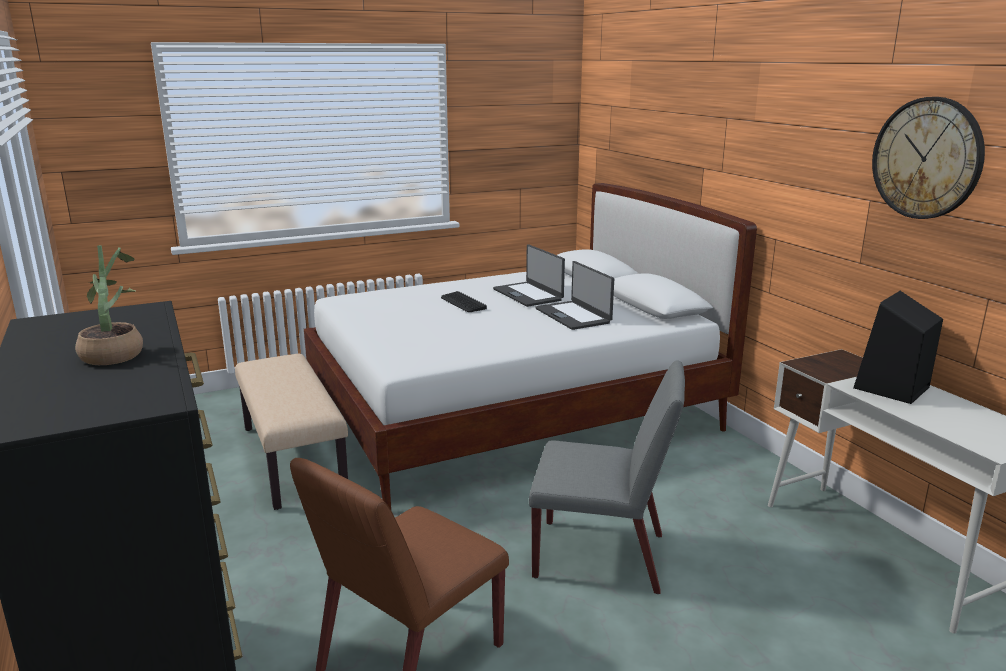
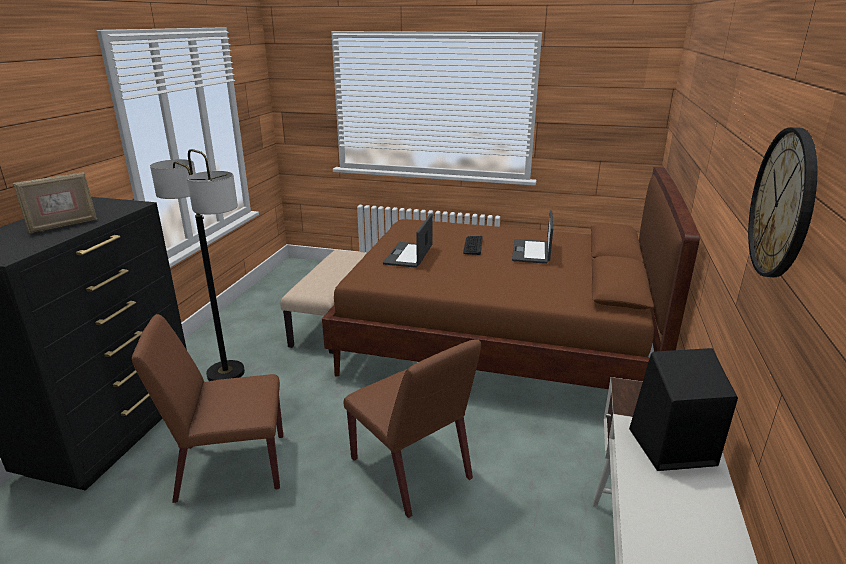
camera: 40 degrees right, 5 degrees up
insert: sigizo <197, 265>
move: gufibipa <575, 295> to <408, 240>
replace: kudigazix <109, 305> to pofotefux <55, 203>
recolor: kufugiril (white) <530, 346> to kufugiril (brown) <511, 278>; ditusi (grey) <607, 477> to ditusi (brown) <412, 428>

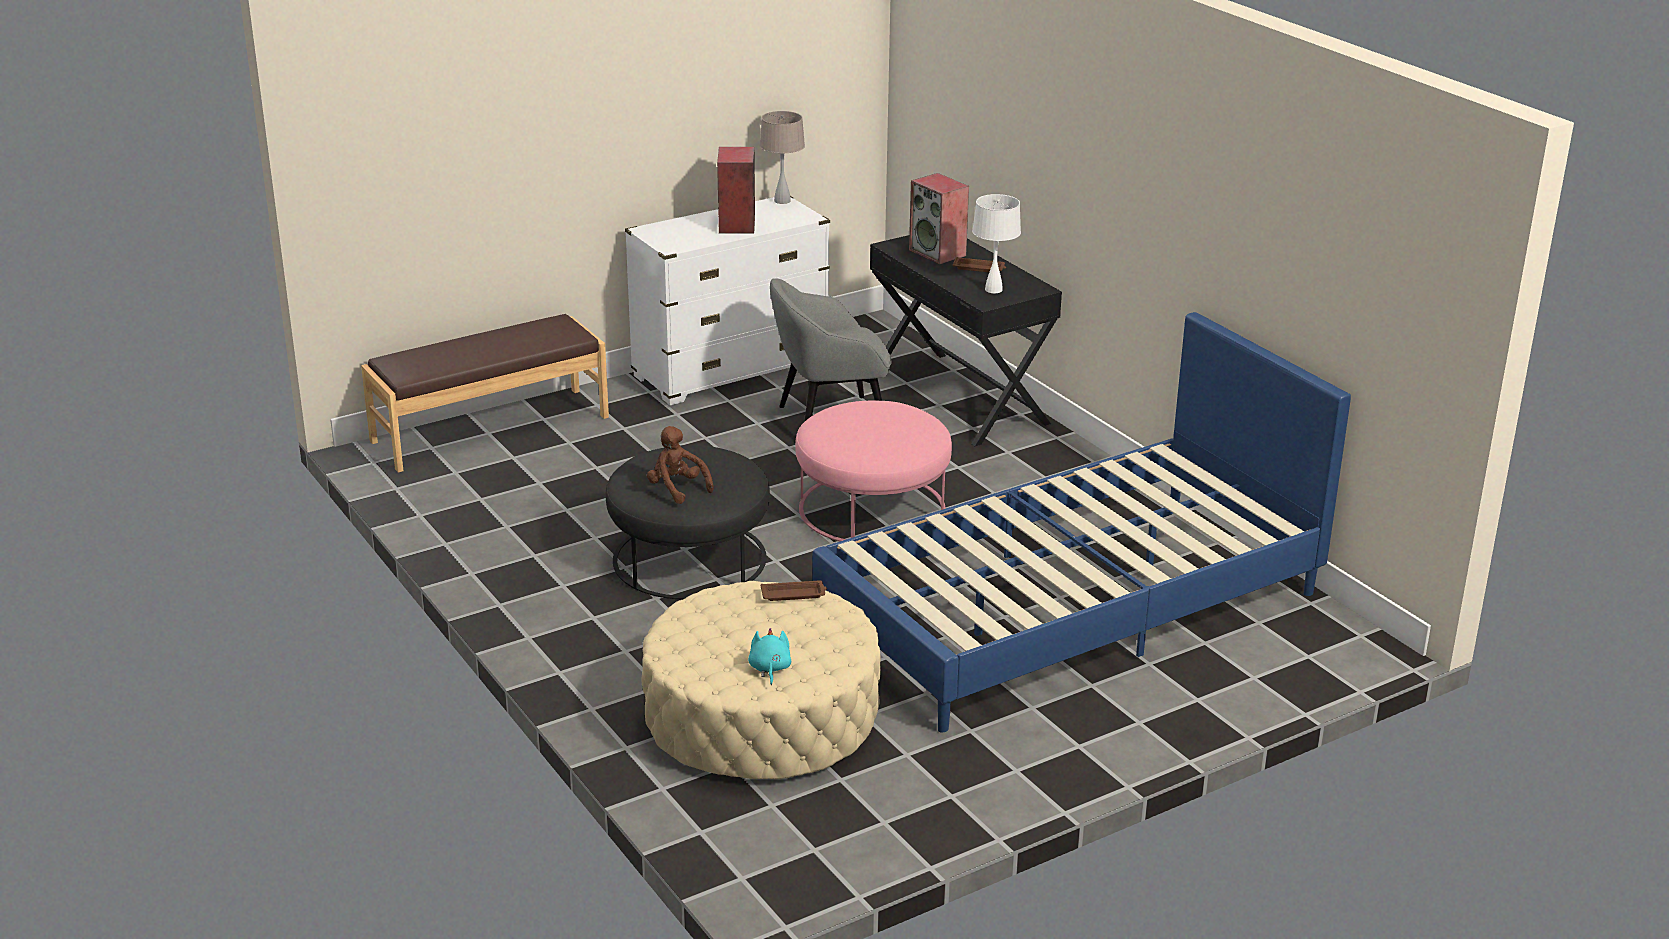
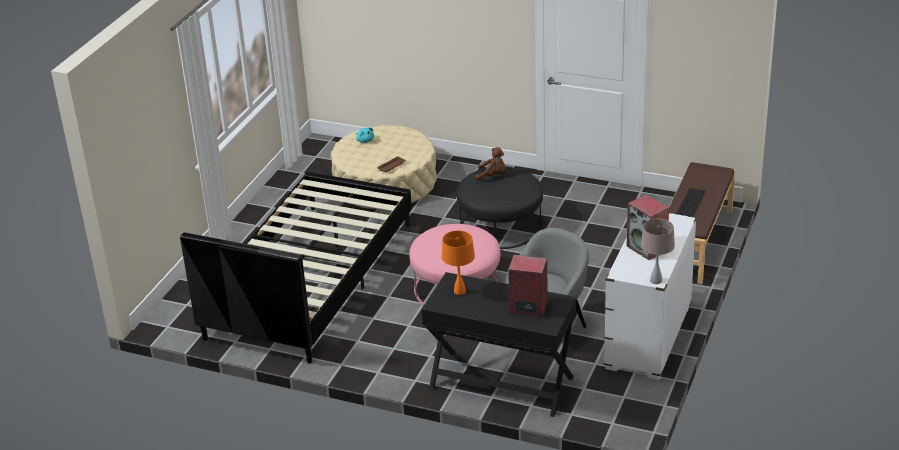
camera: 145 degrees right, 5 degrees up
delete: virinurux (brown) <979, 264>
insert: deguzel <691, 202>
recolor: kufugiril (blue) <1082, 522> to kufugiril (black) <296, 268>; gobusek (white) <996, 244> to gobusek (orange) <458, 262>

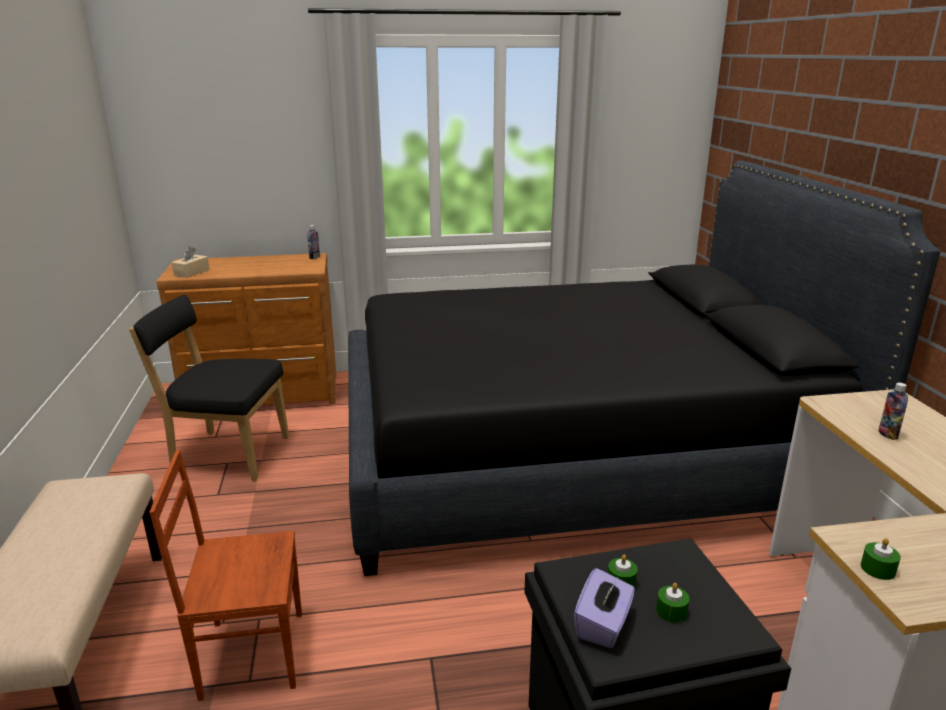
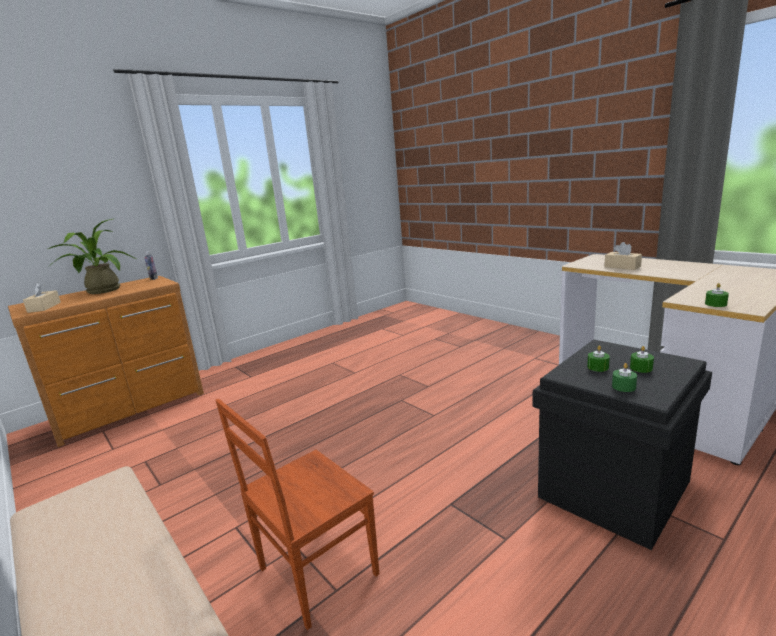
camera: 30 degrees left, 5 degrees down
delete: ditusi (black) <209, 388>; kufugiril (black) <644, 368>
insert: kudigazix <92, 256>
replace: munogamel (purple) <604, 608> to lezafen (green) <624, 377>; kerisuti <893, 411> to munogamel (beige) <623, 256>

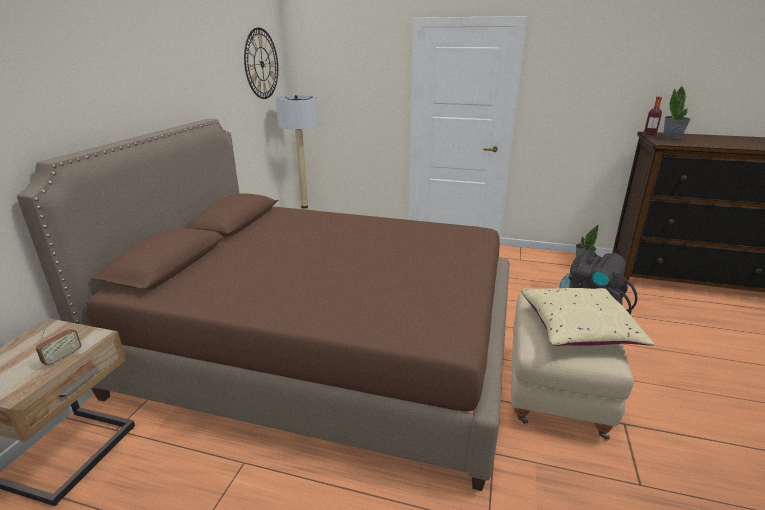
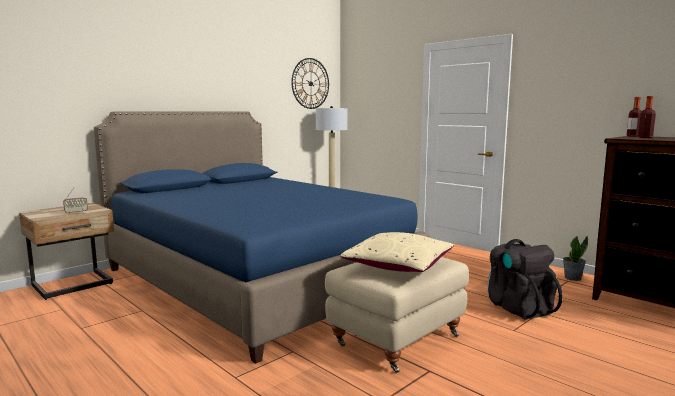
camera: 30 degrees right, 15 degrees down
replace: kudigazix <677, 113> to kerisuti <647, 117>
recolor: kufugiril (brown) <263, 305> to kufugiril (blue) <262, 237>

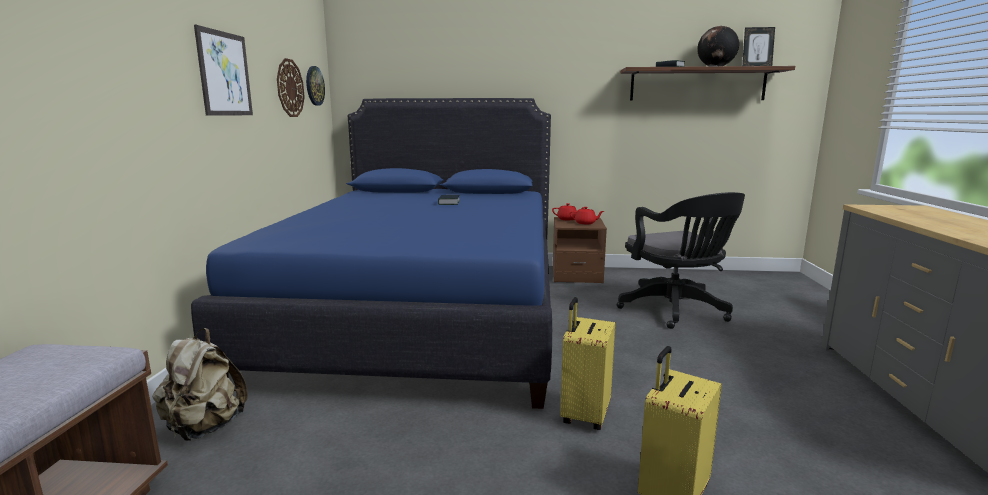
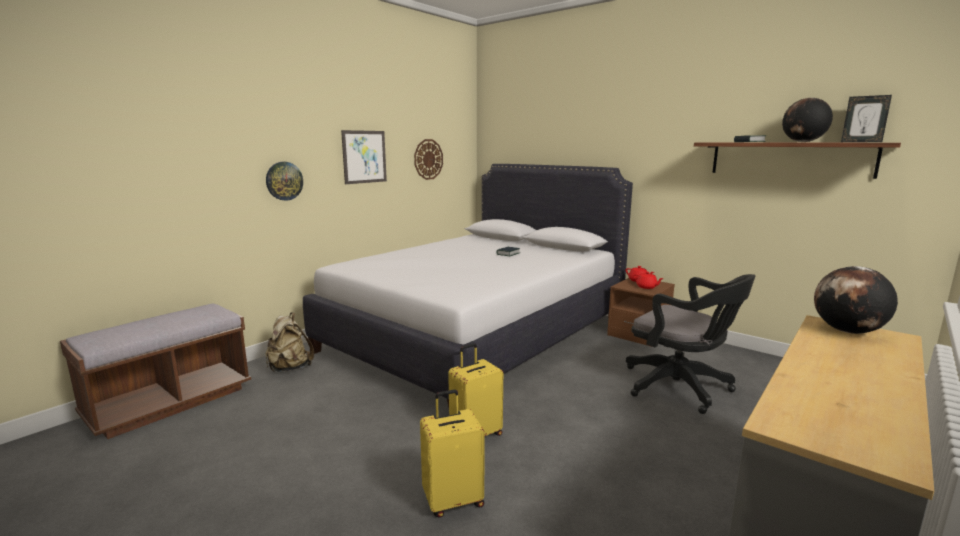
camera: 35 degrees right, 0 degrees up
insert: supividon <856, 300>
move: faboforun <315, 86> to <284, 181>
recolor: kufugiril (blue) <371, 253> to kufugiril (white) <468, 285>
rotate: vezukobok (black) <681, 260> = <690, 344> 60 degrees counterclockwise

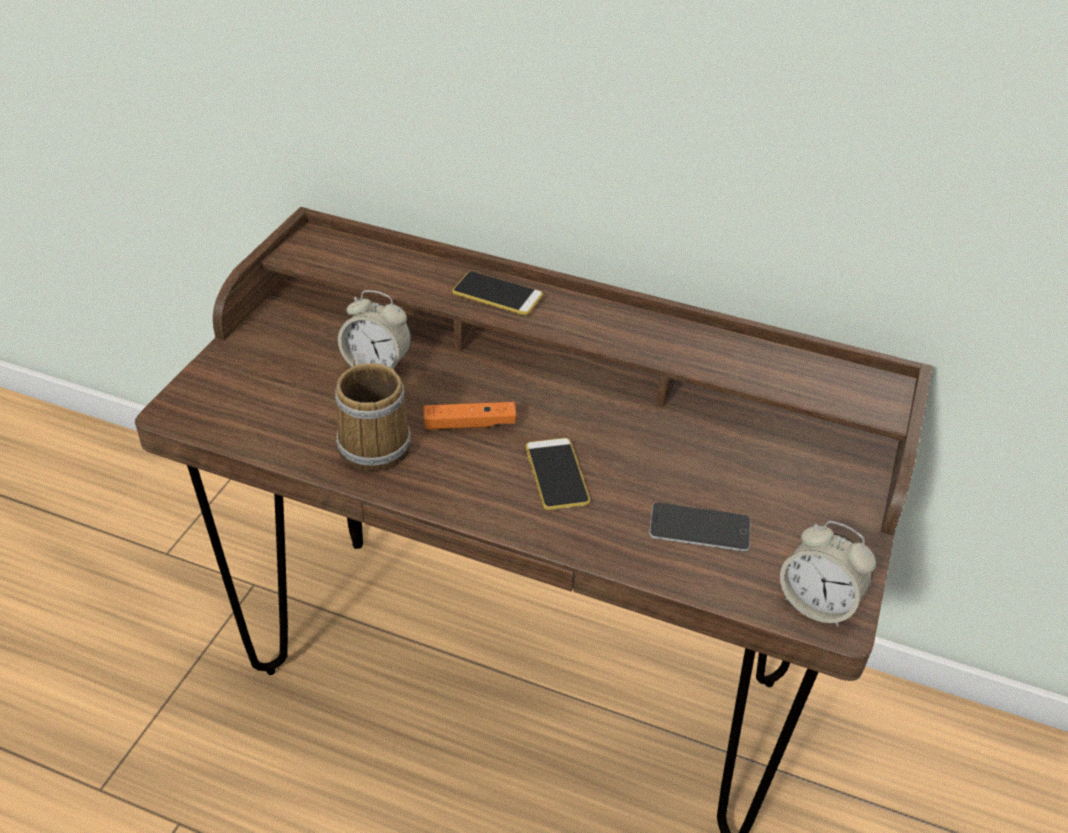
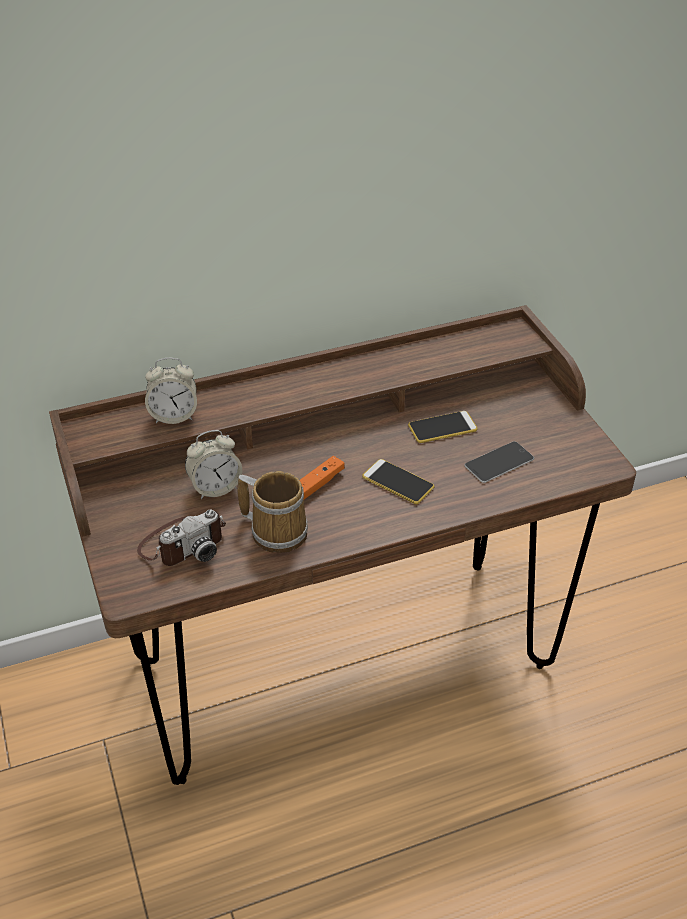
camera: 40 degrees left, 0 degrees up
insert: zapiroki <181, 538>
move: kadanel <497, 293> to <443, 427>; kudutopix <828, 574> to <171, 391>

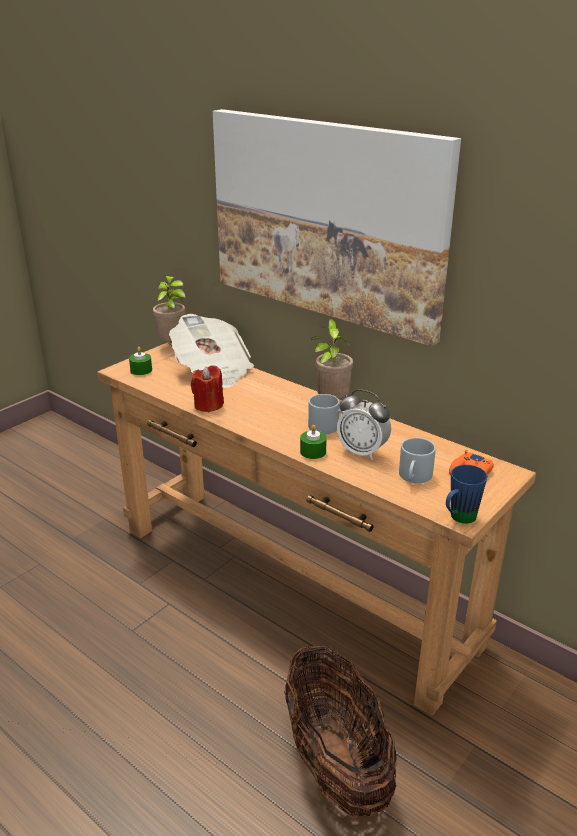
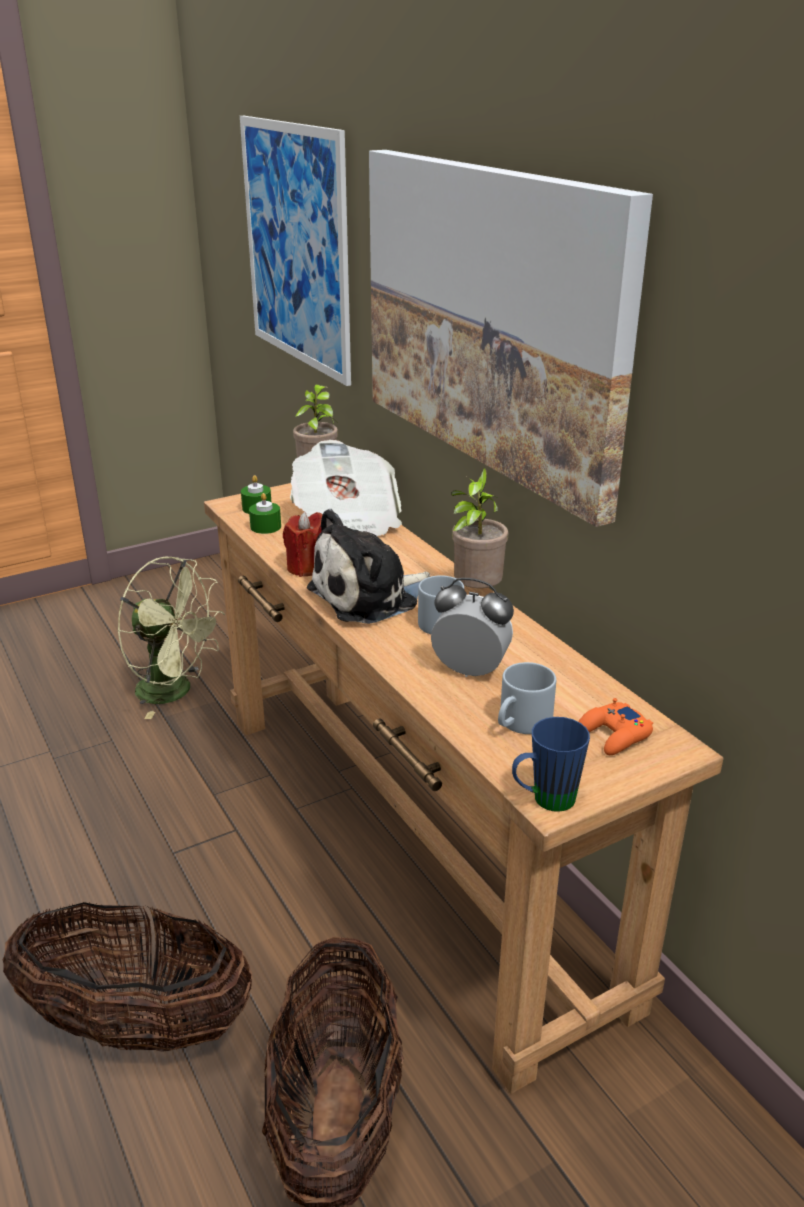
camera: 20 degrees right, 0 degrees up
insert: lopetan <127, 977>; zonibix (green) <171, 637>; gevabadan <295, 251>; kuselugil <368, 566>
move: lezafen (green) <313, 442> to <265, 513>
rotate: kudutopix <364, 424> = <472, 627> 150 degrees clockwise

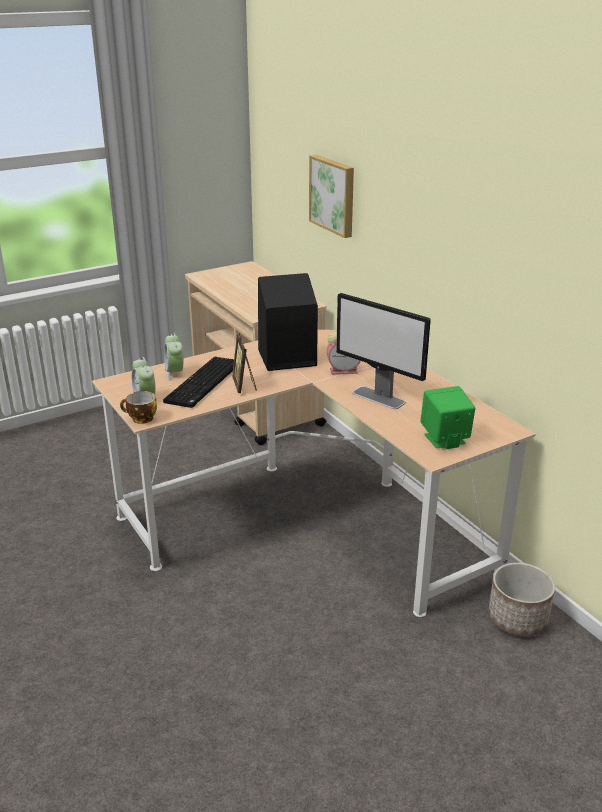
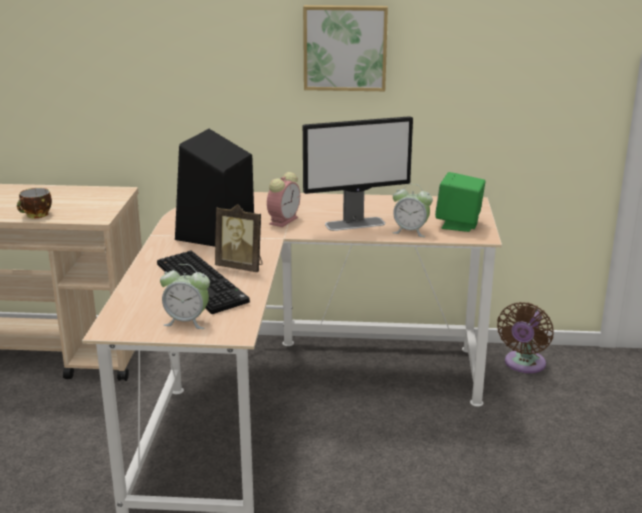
camera: 55 degrees left, 5 degrees down
move: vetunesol <138, 407> to <34, 203>; kudutopix <173, 357> to <412, 210>; gevabadan <331, 196> to <345, 48>
replace: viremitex <521, 599> to zonibix (brown) <525, 337>

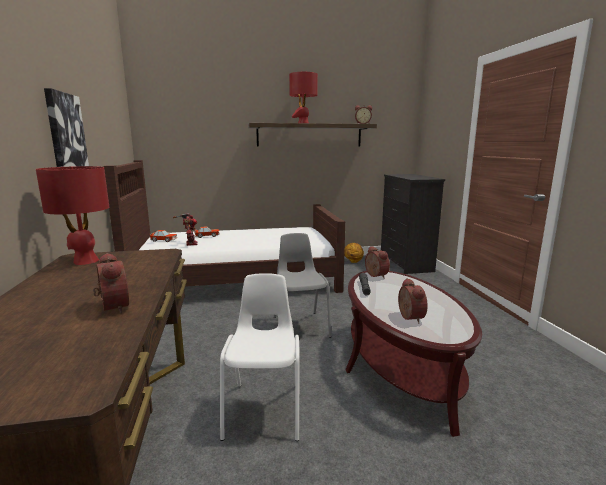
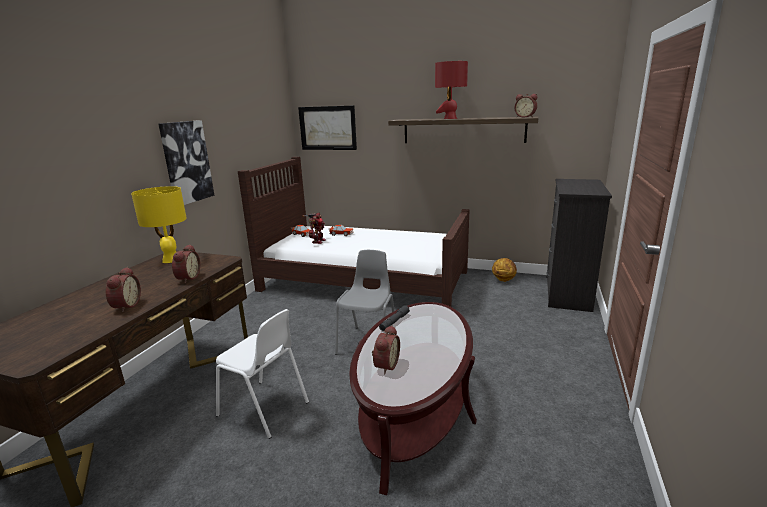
camera: 30 degrees right, 5 degrees up
insert: gevabadan <327, 127>
move: kudutopix <377, 262> to <186, 263>
recolor: gobusek (red) <72, 215> to gobusek (yellow) <159, 224>
rotate: ditusi (white) <260, 357> = <262, 374> 90 degrees clockwise

